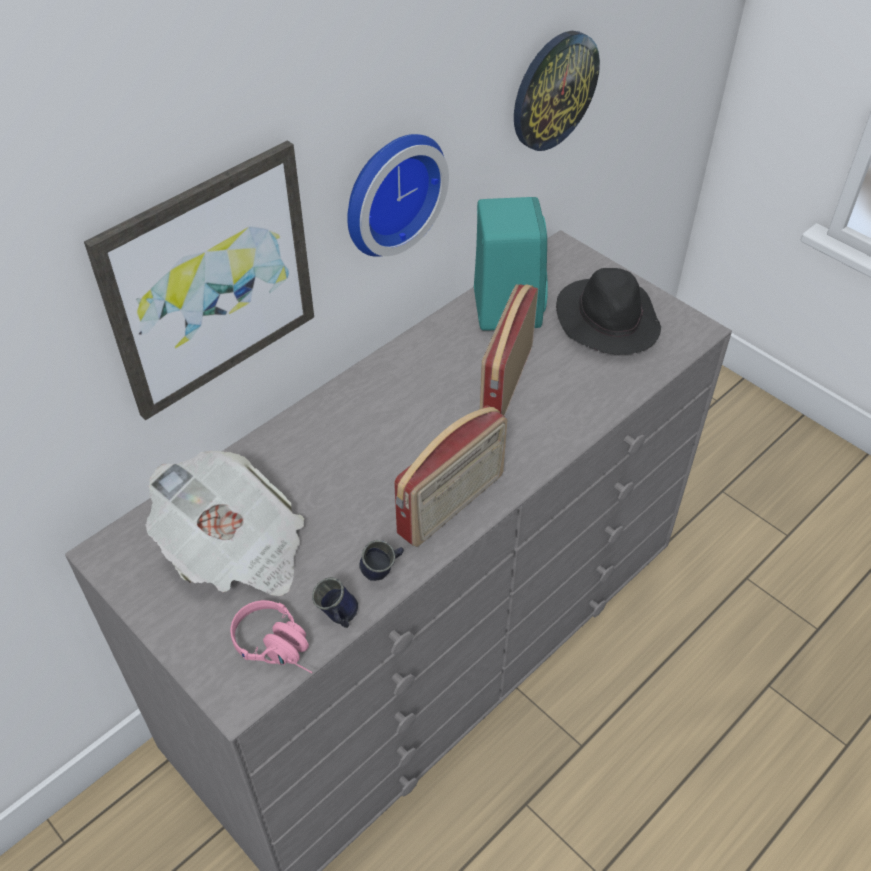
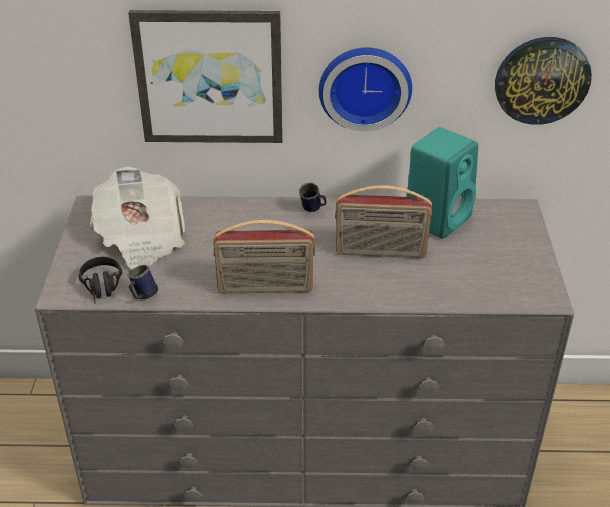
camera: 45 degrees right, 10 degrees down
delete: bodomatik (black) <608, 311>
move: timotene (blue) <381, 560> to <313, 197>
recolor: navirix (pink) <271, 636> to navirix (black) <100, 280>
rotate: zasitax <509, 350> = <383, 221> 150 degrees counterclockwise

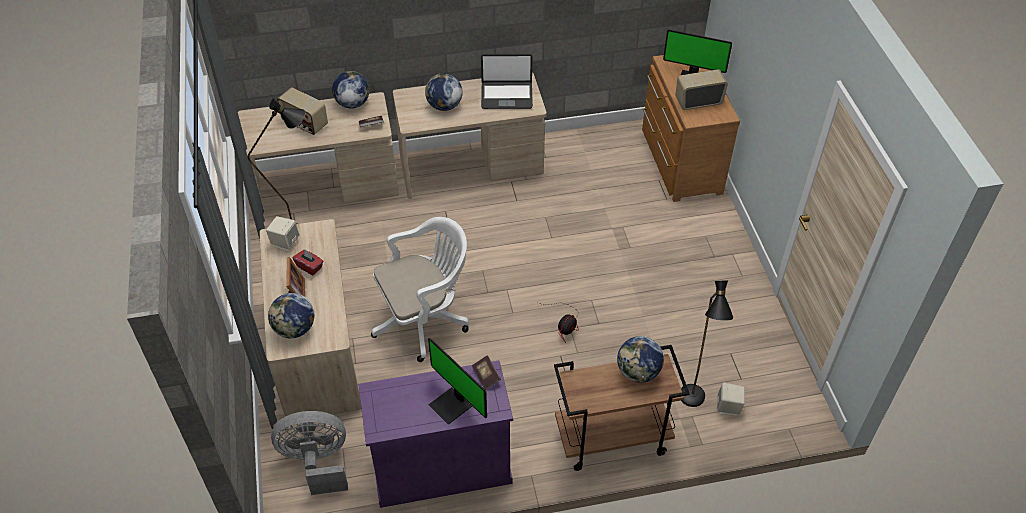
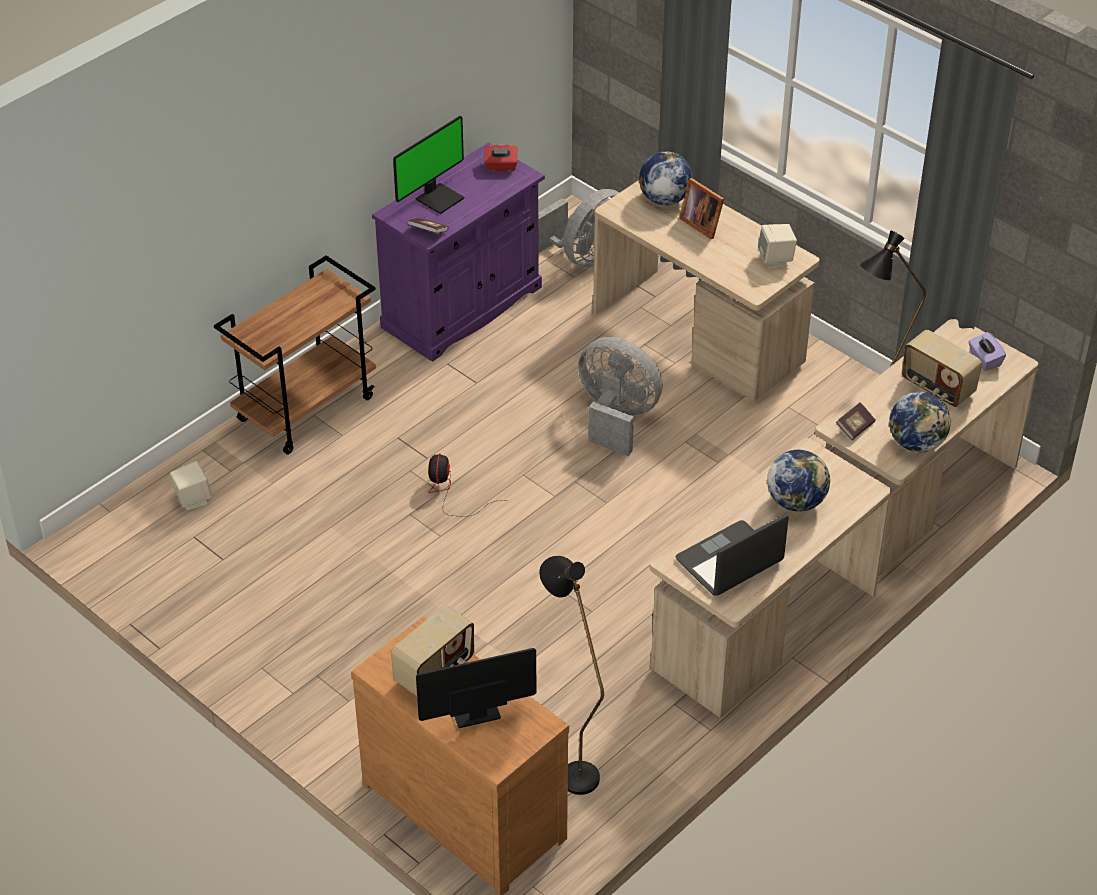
camera: 145 degrees right, 5 degrees down
delete: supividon <640, 359>
insert: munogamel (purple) <987, 351>
move: munogamel (red) <308, 262> to <501, 158>; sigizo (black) <707, 343> to <571, 675>
replace: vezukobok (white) <420, 289> to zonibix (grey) <620, 396>
rotate: zasitax <302, 111> = <942, 368> 135 degrees counterclockwise; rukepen <457, 381> = <429, 165> 120 degrees clockwise

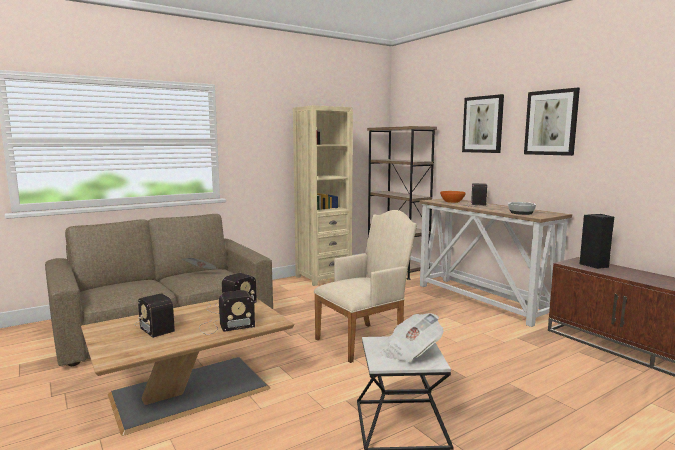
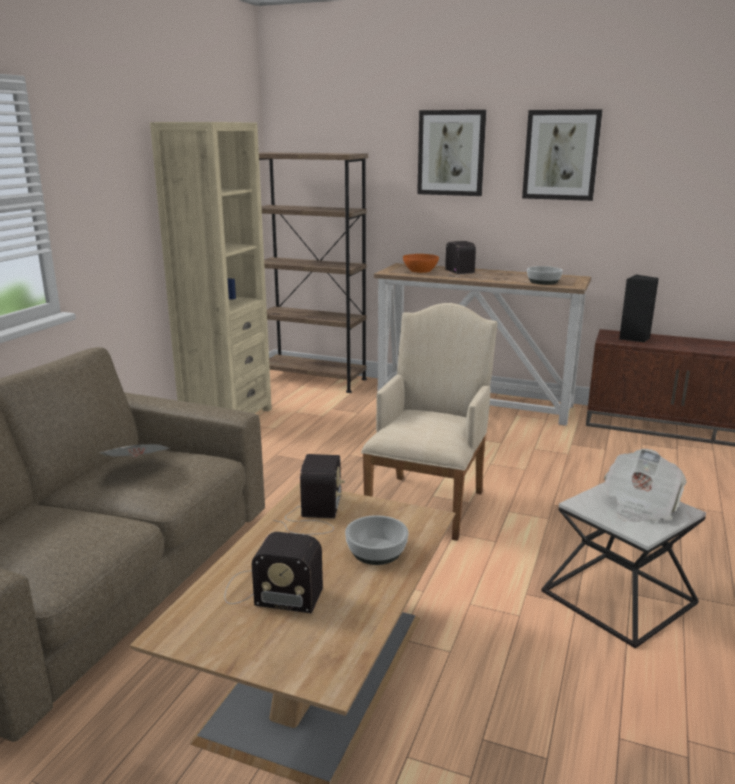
camera: 35 degrees left, 10 degrees up
replace: zasitax <227, 312> to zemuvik <377, 540>

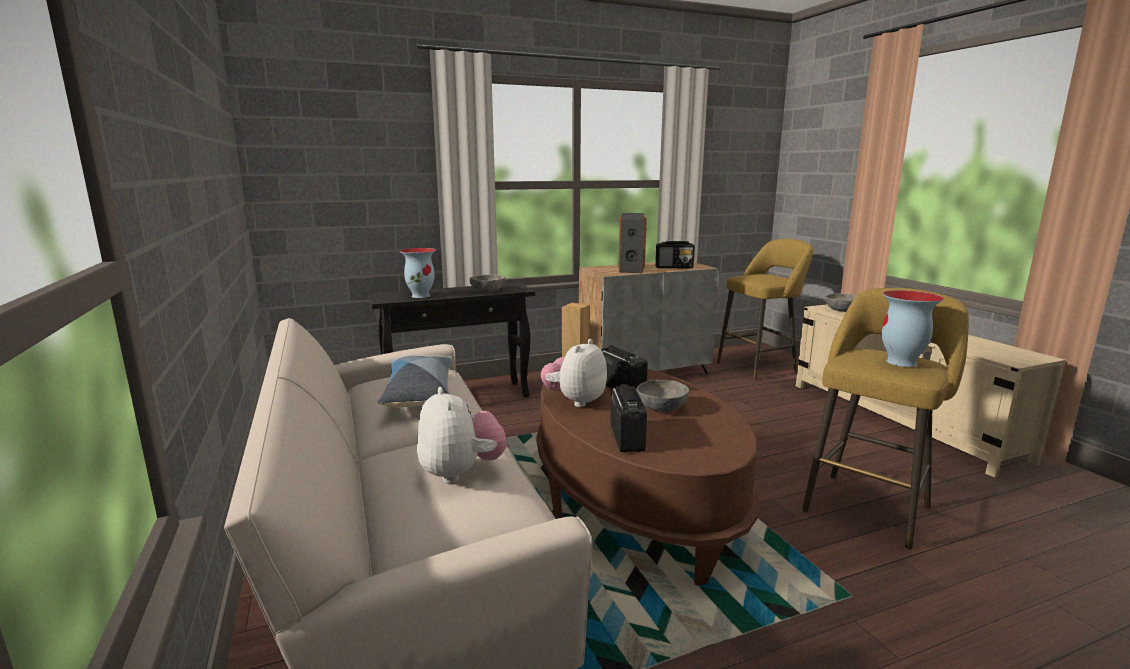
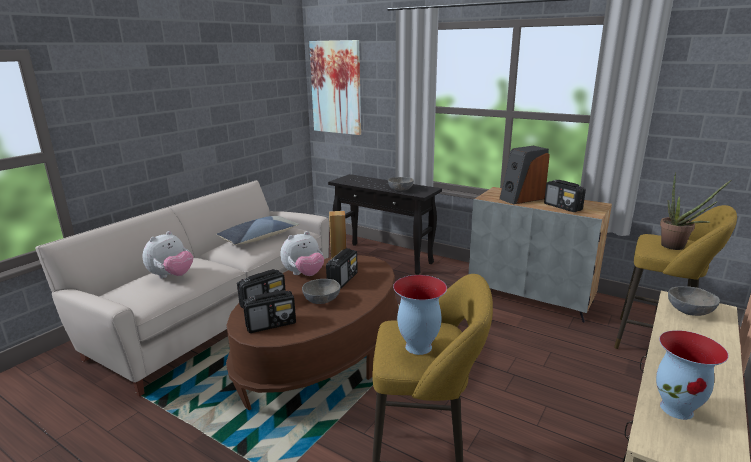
camera: 55 degrees right, 5 degrees up
insert: zasitax <269, 311>; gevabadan <335, 87>; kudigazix <695, 211>
move: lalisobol <418, 273> to <692, 375>
rotate: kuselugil <574, 373> = <302, 253> 150 degrees clockwise

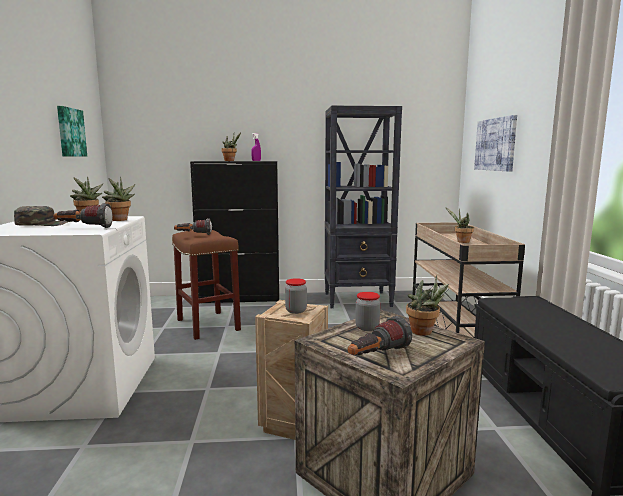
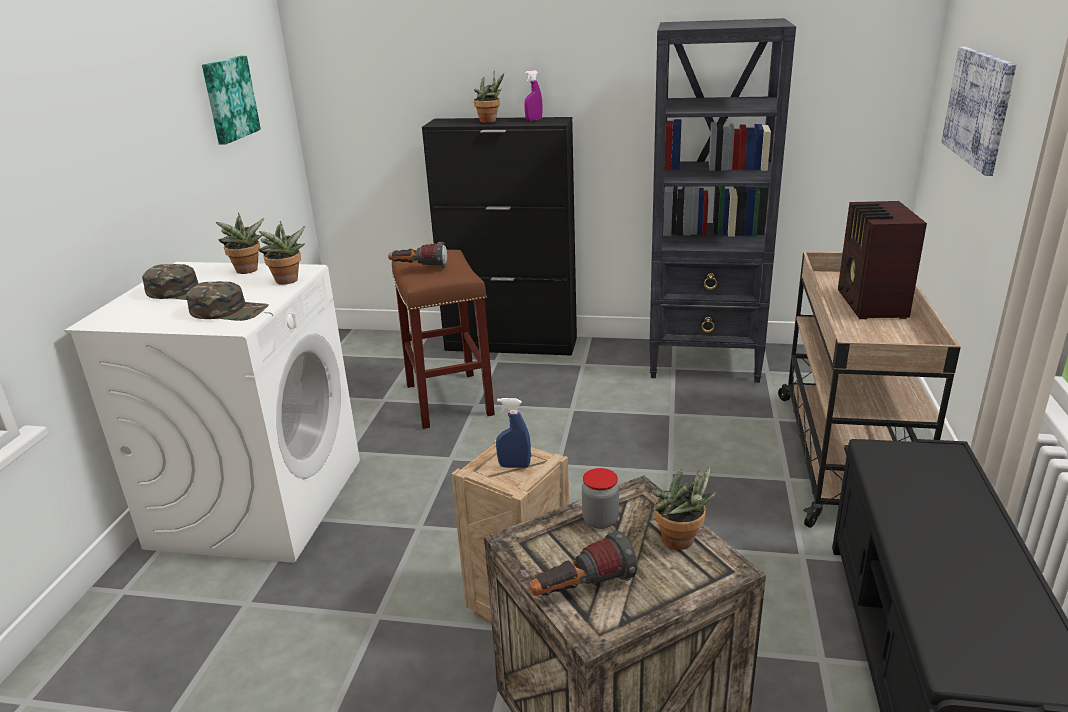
camera: 15 degrees right, 15 degrees up
replace: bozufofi <83, 215> to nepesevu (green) <227, 301>; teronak <296, 296> to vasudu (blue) <513, 433>; kudigazix <459, 225> to zasitax <882, 260>

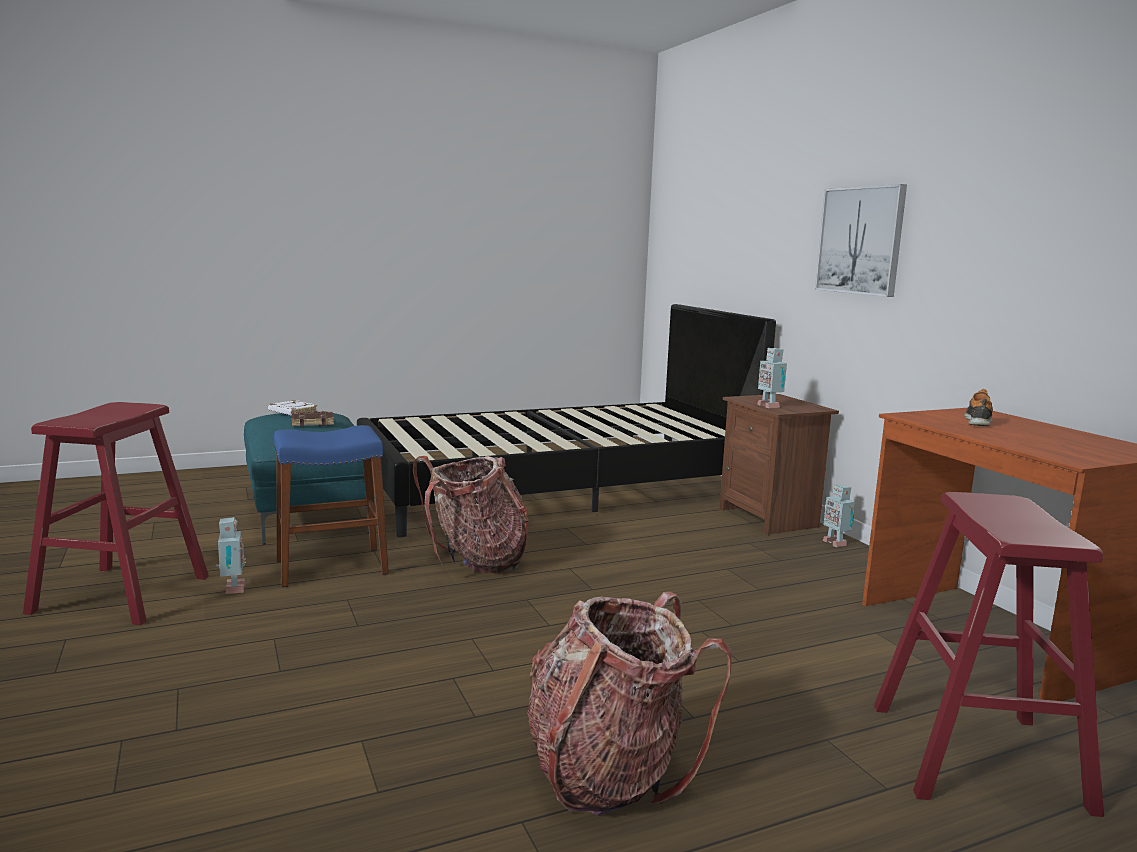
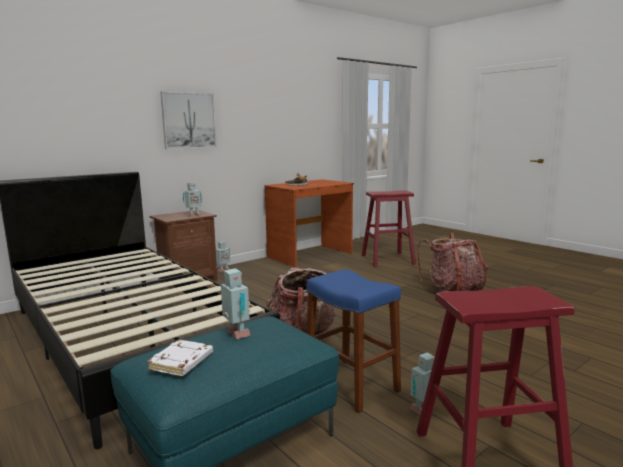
camera: 105 degrees left, 0 degrees up
replace: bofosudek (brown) <313, 419> to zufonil <235, 303>

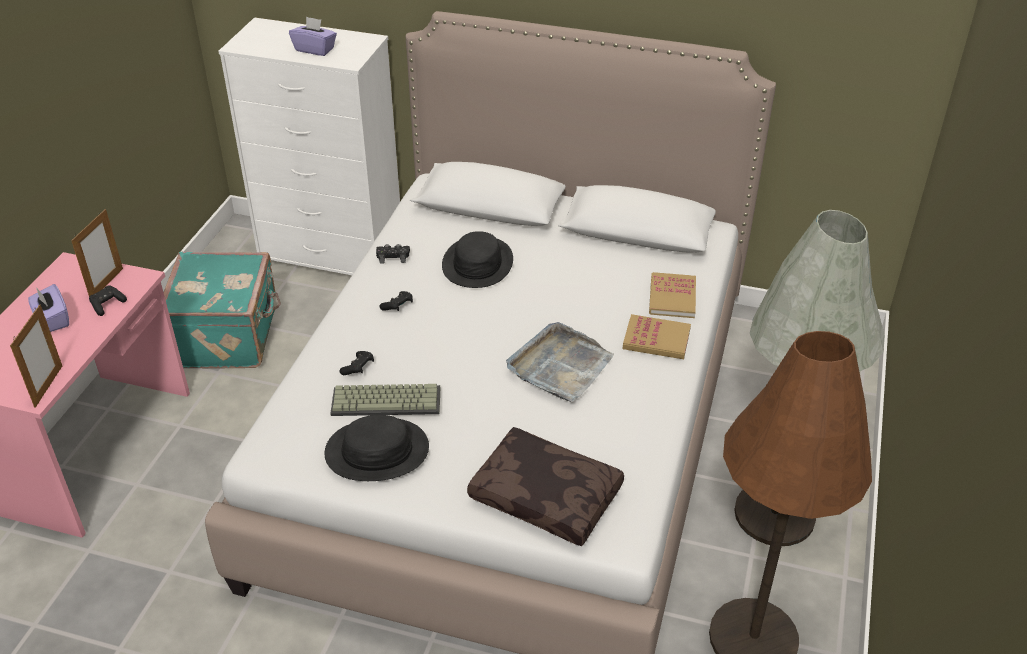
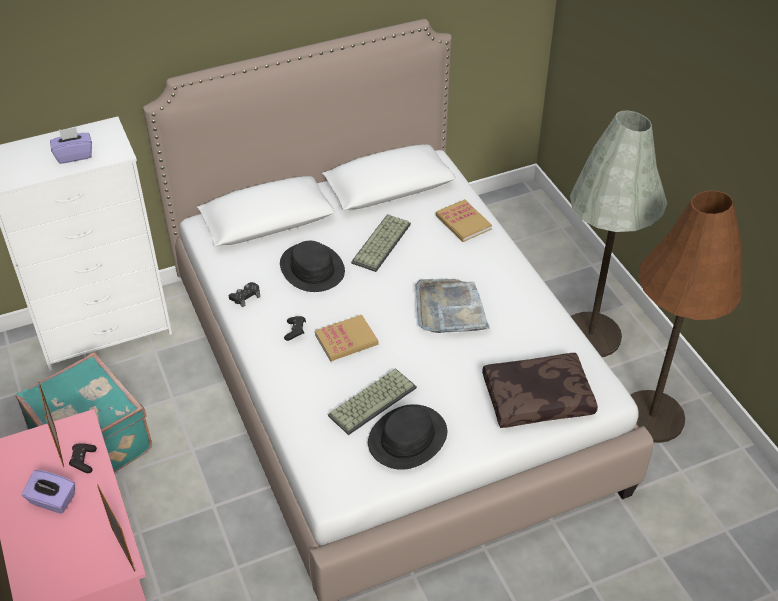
camera: 40 degrees left, 5 degrees up
delete: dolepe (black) <357, 363>
insert: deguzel <381, 243>
move: bofosudek <657, 336> to <347, 338>

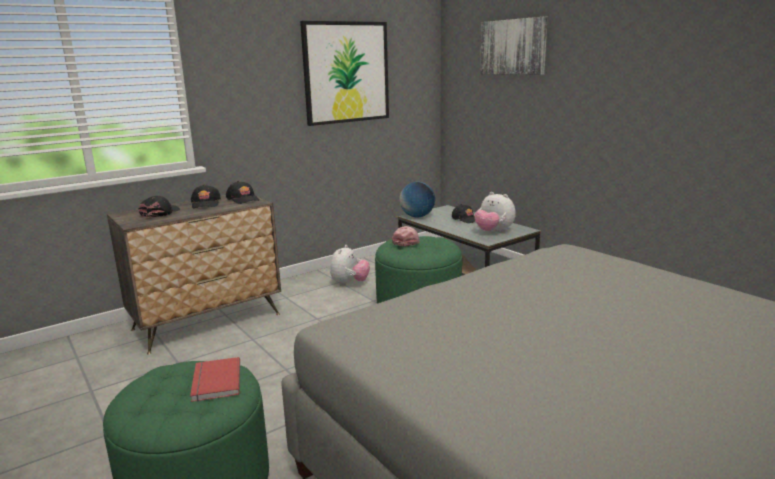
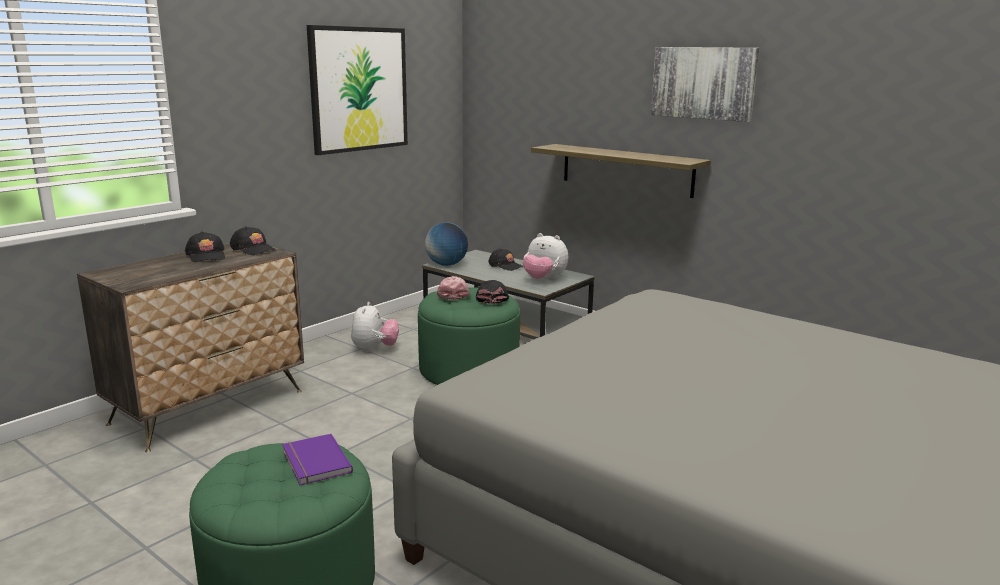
camera: 15 degrees left, 0 degrees up
insert: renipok <621, 171>
move: nepesevu (black) <159, 207> to <492, 292>; gevabadan <514, 45> to <705, 84>
recolor: bofosudek (red) <215, 379> to bofosudek (purple) <317, 459>

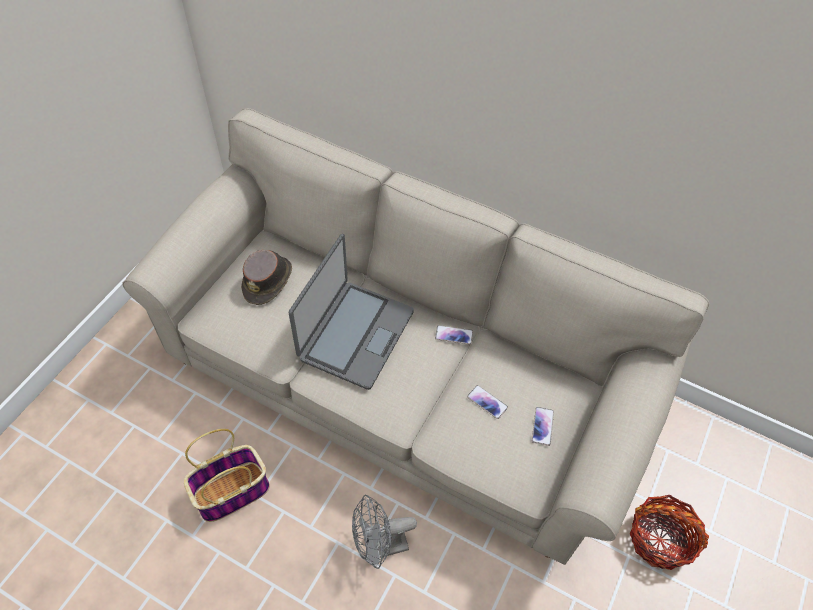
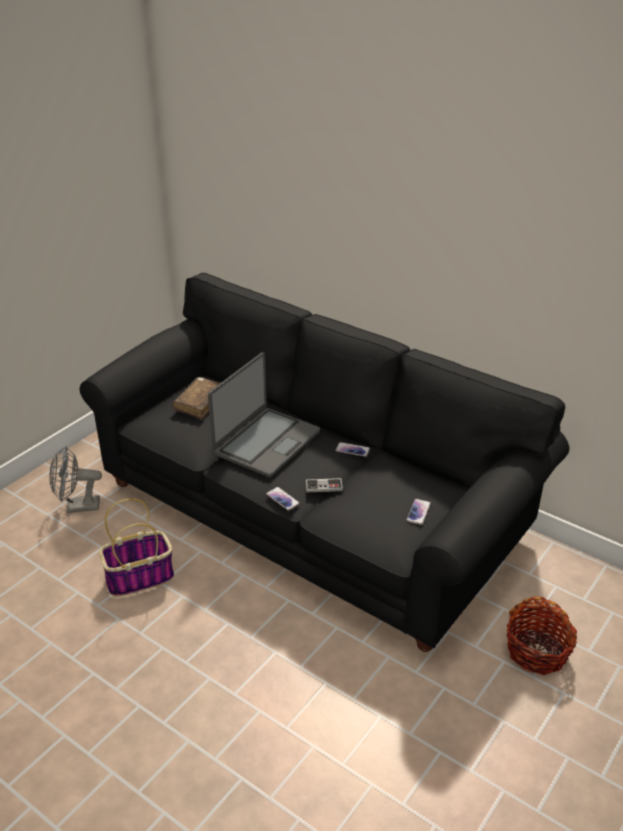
camera: 10 degrees right, 20 degrees down
insert: dolepe <324, 485>
move: zonibix (grey) <384, 532> to <75, 479>; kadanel <487, 402> to <283, 499>
replace: bodomatik (brown) <266, 277> to bofosudek (brown) <196, 398>
recolor: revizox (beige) <415, 336> to revizox (black) <324, 462>

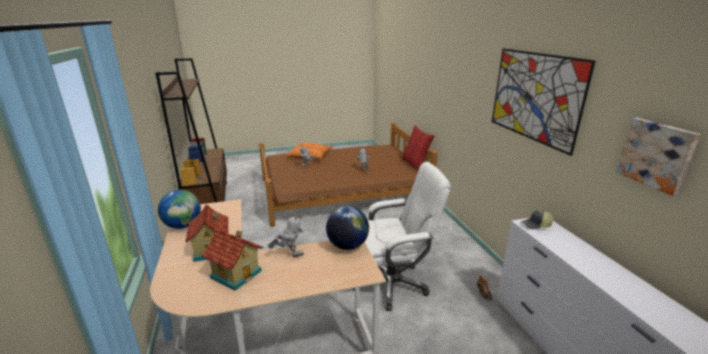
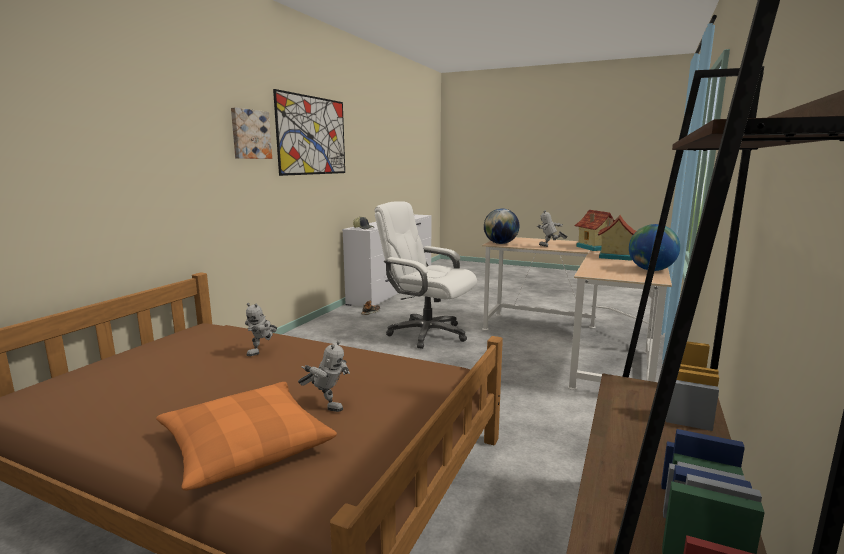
camera: 140 degrees left, 10 degrees down
delete: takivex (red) <418, 148>
move: gevabadan <658, 157> to <251, 133>

